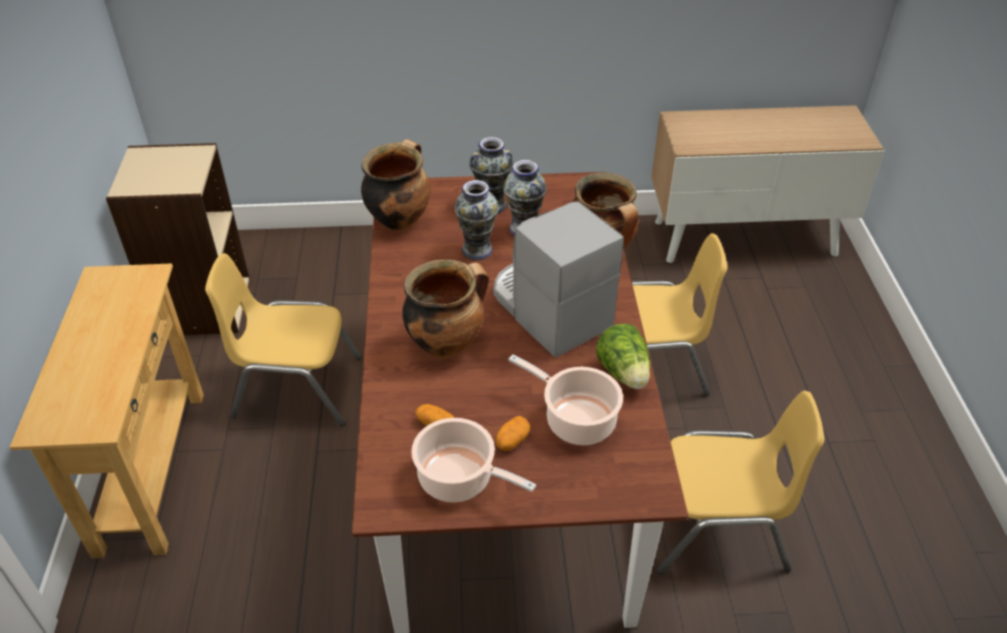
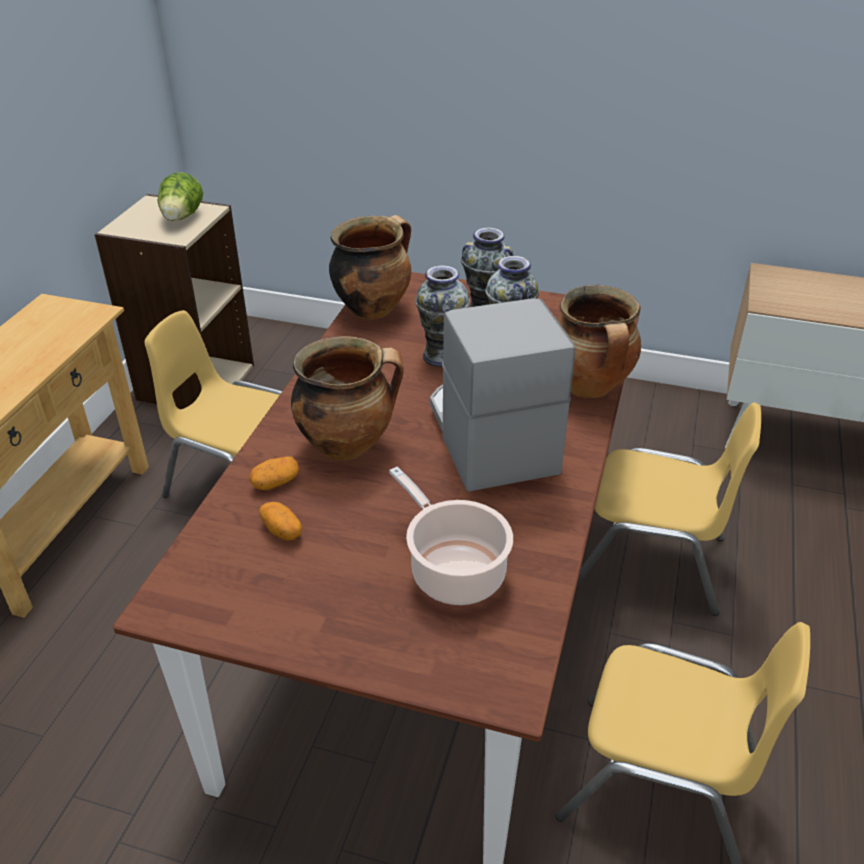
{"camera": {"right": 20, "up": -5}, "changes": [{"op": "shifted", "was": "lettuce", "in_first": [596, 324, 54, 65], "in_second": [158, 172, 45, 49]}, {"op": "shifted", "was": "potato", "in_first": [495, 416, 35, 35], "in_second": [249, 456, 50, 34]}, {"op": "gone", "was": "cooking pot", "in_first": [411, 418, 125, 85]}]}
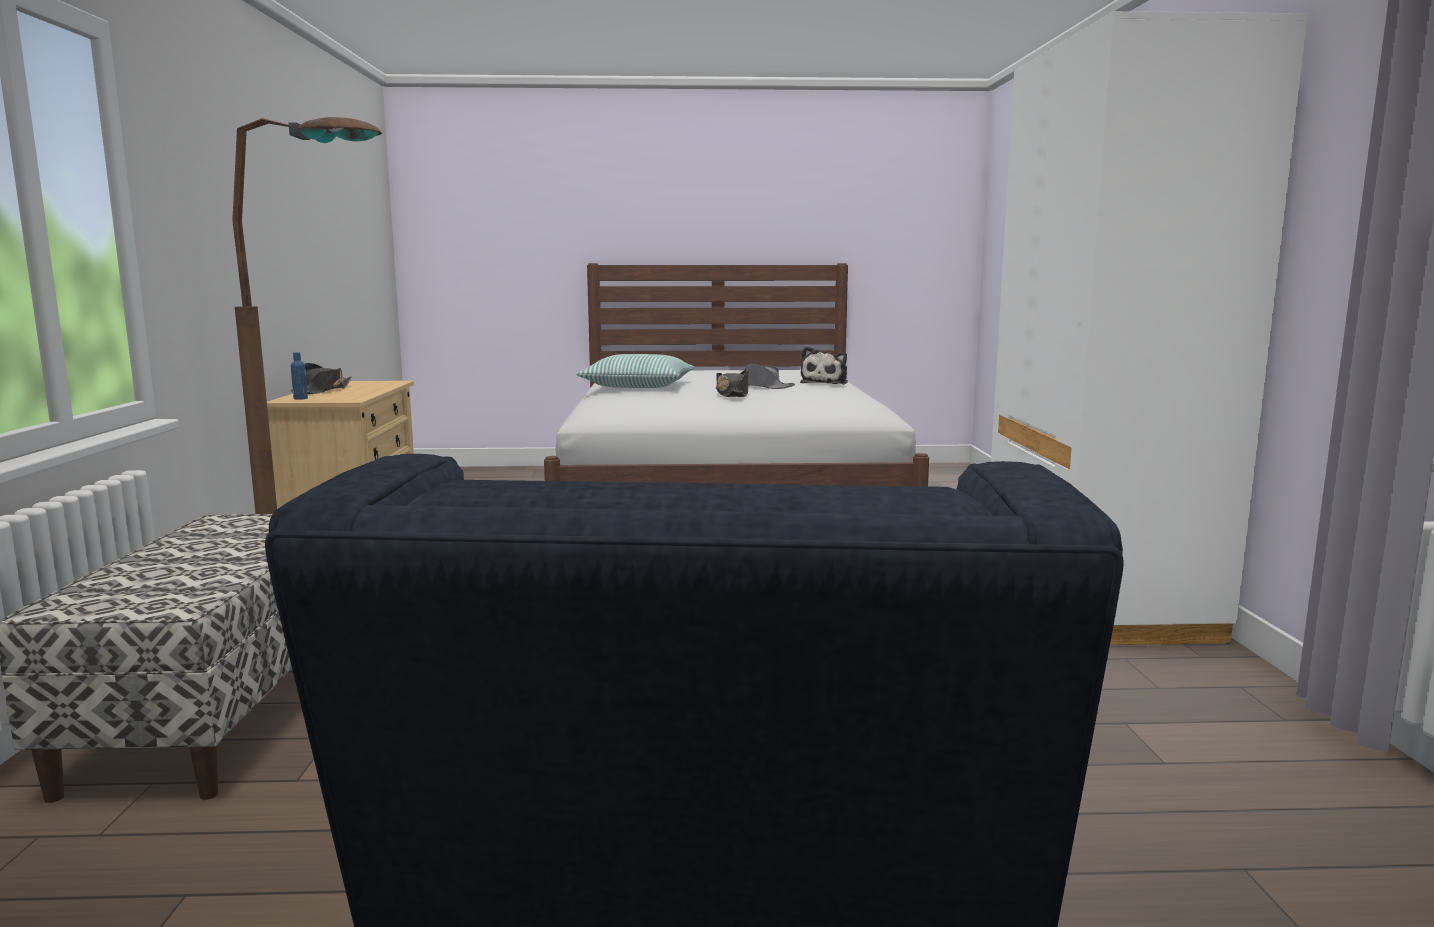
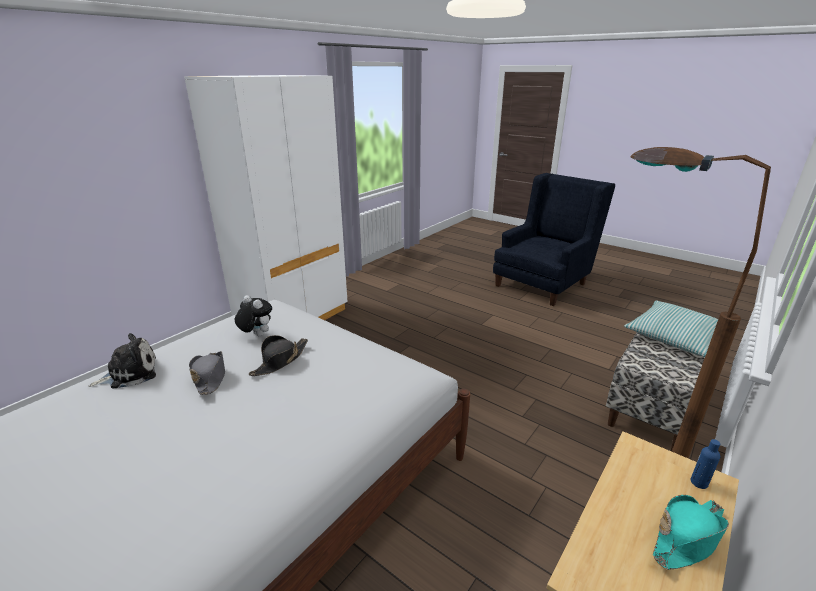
{"camera": {"right": -140, "up": 15}, "changes": [{"op": "new", "now": "plush toy", "in_second": [235, 295, 37, 42]}, {"op": "shifted", "was": "pillow", "in_first": [576, 354, 119, 34], "in_second": [624, 301, 94, 56]}, {"op": "repainted", "was": "hat/black", "now": "hat/turquoise", "in_first": [290, 363, 62, 31], "in_second": [653, 495, 76, 74]}]}
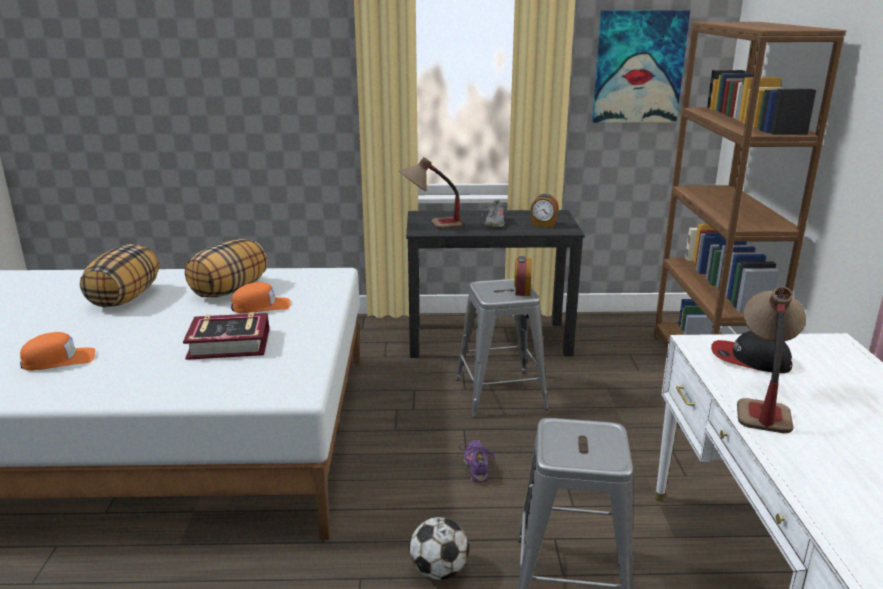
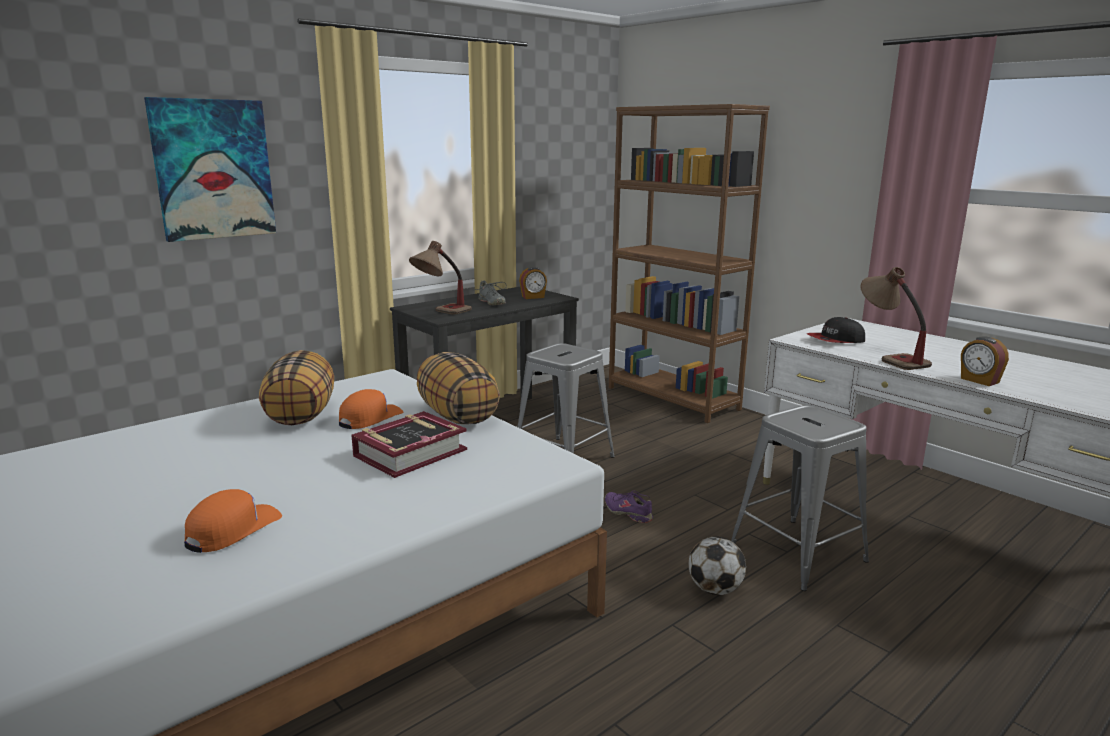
{"camera": {"right": -40, "up": -5}, "changes": [{"op": "shifted", "was": "picture", "in_first": [592, 10, 98, 113], "in_second": [144, 97, 132, 145]}, {"op": "shifted", "was": "pillow", "in_first": [80, 244, 79, 63], "in_second": [417, 352, 83, 72]}, {"op": "shifted", "was": "alarm clock", "in_first": [514, 256, 18, 40], "in_second": [961, 337, 48, 49]}]}
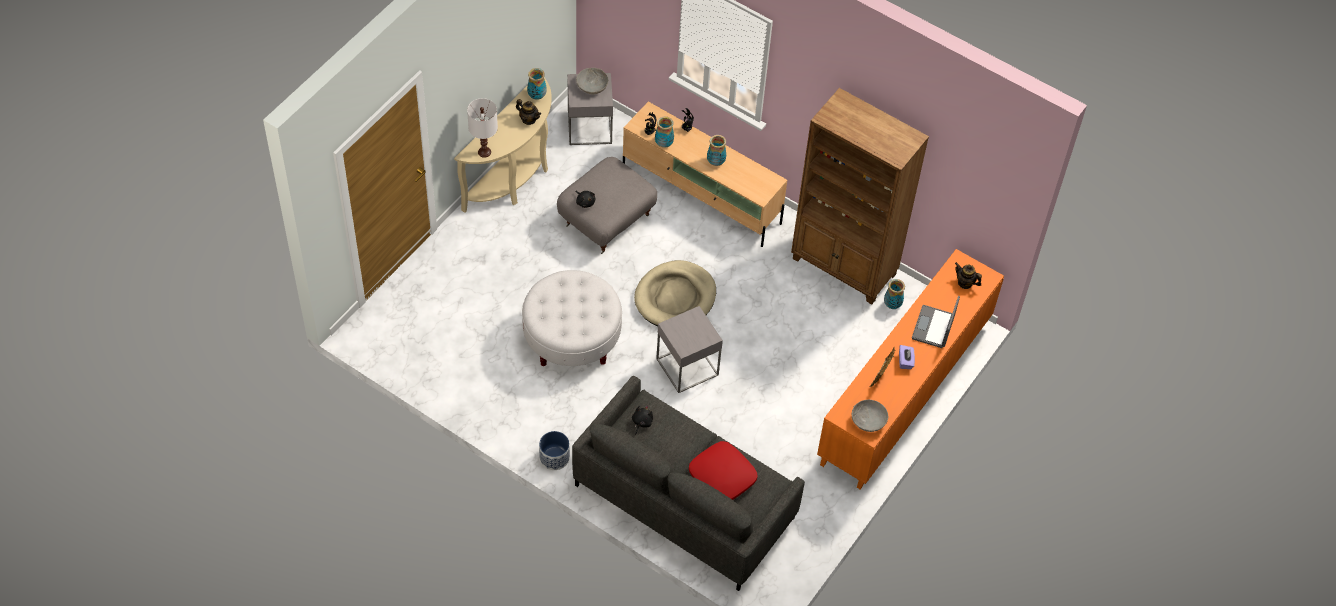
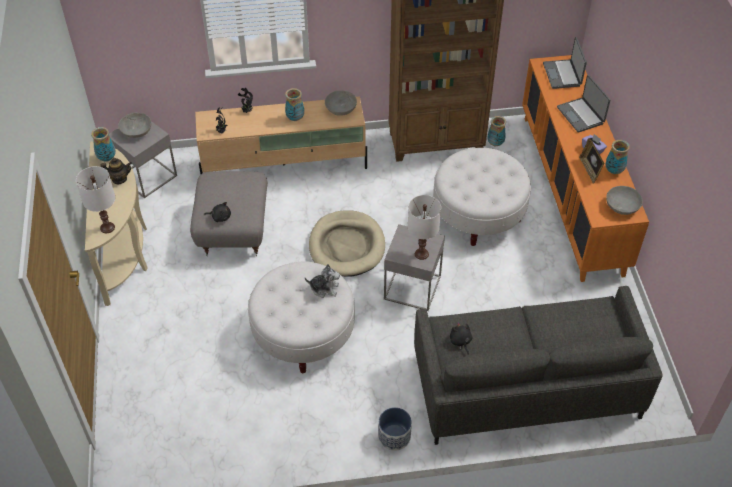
{"camera": {"right": -40, "up": -5}, "changes": [{"op": "new", "now": "plush toy", "in_second": [305, 264, 35, 34]}, {"op": "new", "now": "bowl/grey", "in_second": [325, 90, 32, 26]}, {"op": "new", "now": "table lamp/white", "in_second": [408, 195, 33, 65]}, {"op": "new", "now": "ottoman/white", "in_second": [433, 148, 98, 98]}, {"op": "swapped", "was": "teapot", "now": "laptop", "in_first": [955, 262, 27, 27], "in_second": [543, 37, 44, 52]}, {"op": "shifted", "was": "vase", "in_first": [655, 116, 19, 32], "in_second": [605, 140, 25, 34]}, {"op": "gone", "was": "pillow/red", "in_first": [689, 441, 69, 59]}]}
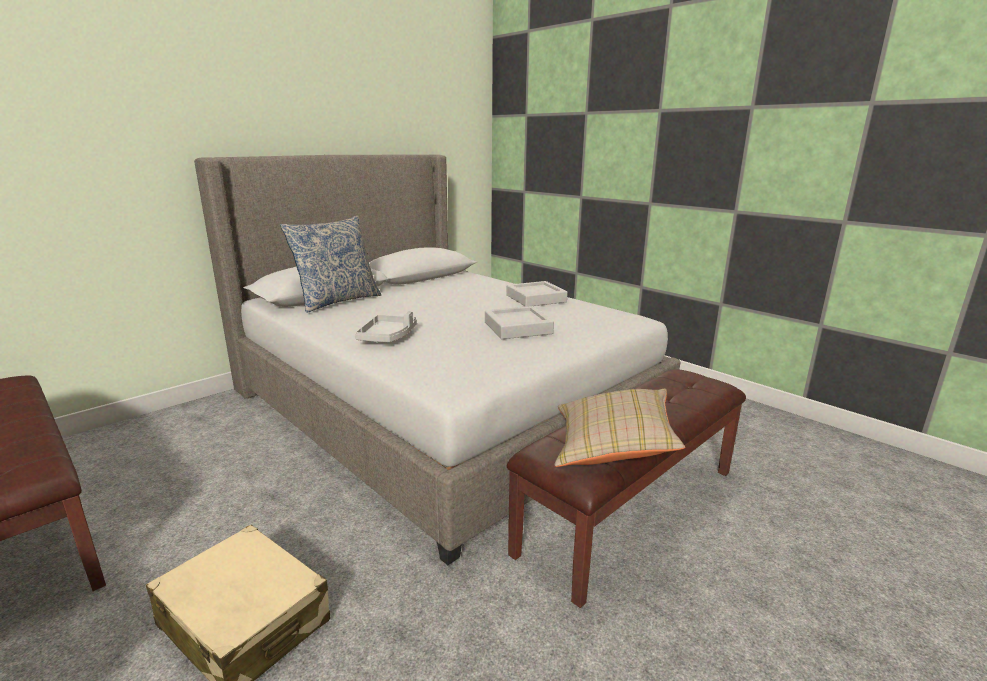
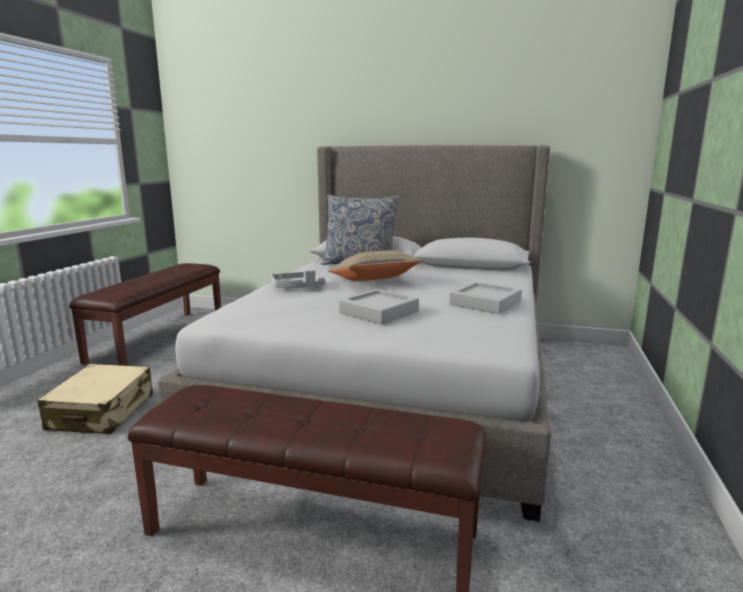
{"camera": {"right": 60, "up": -5}, "changes": [{"op": "shifted", "was": "pillow/beige", "in_first": [554, 389, 131, 78], "in_second": [328, 250, 95, 31]}]}
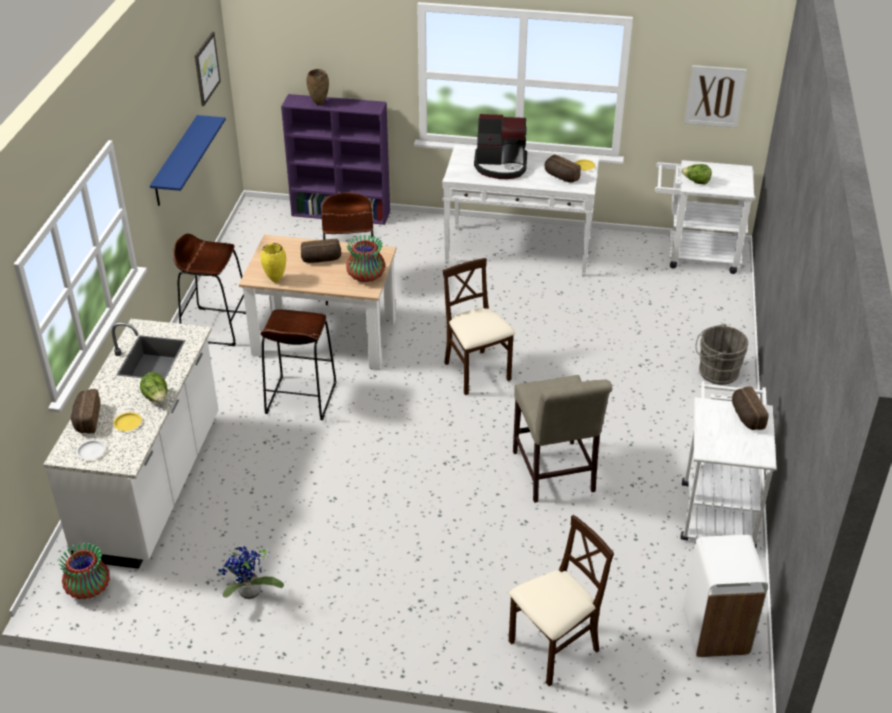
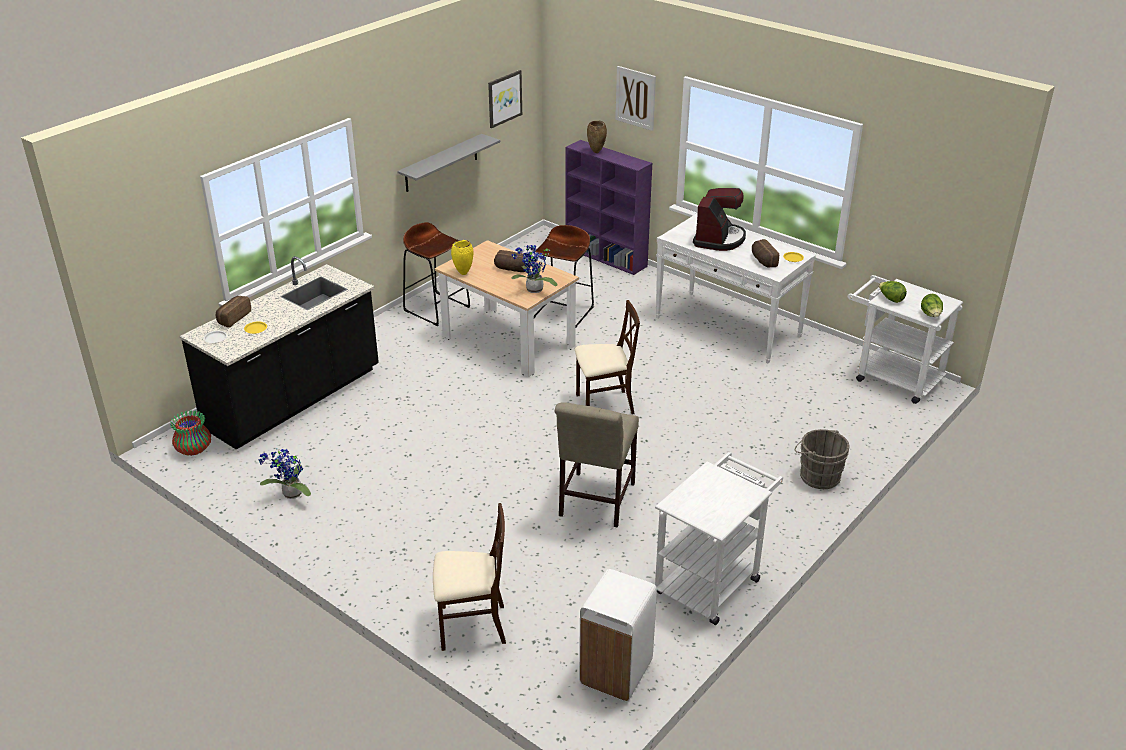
{"camera": {"right": 30, "up": -5}, "changes": [{"op": "repainted", "was": "counter/white", "now": "counter/black", "in_first": [43, 319, 176, 250], "in_second": [180, 256, 199, 194]}, {"op": "repainted", "was": "shelf/blue", "now": "shelf/grey", "in_first": [150, 115, 76, 91], "in_second": [397, 134, 103, 58]}, {"op": "swapped", "was": "vase", "now": "potted plant", "in_first": [346, 235, 39, 47], "in_second": [511, 245, 46, 48]}, {"op": "rotated", "was": "chair/beige", "in_first": [443, 258, 72, 137], "in_second": [575, 300, 65, 115], "clockwise": 75}, {"op": "shifted", "was": "picture", "in_first": [684, 65, 62, 63], "in_second": [615, 66, 41, 65]}, {"op": "rotated", "was": "coffee machine", "in_first": [474, 114, 53, 65], "in_second": [693, 188, 53, 63], "clockwise": -105}, {"op": "shifted", "was": "lettuce", "in_first": [140, 372, 27, 31], "in_second": [921, 294, 22, 23]}, {"op": "gone", "was": "stool/brown", "in_first": [261, 310, 75, 110]}, {"op": "gone", "was": "bread", "in_first": [732, 386, 37, 44]}]}
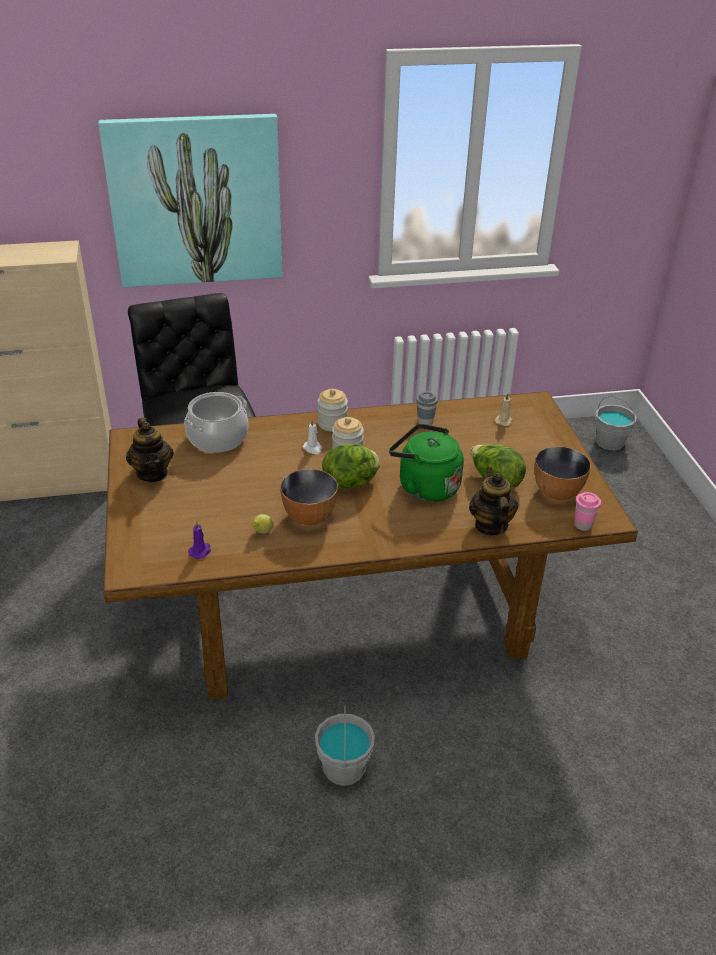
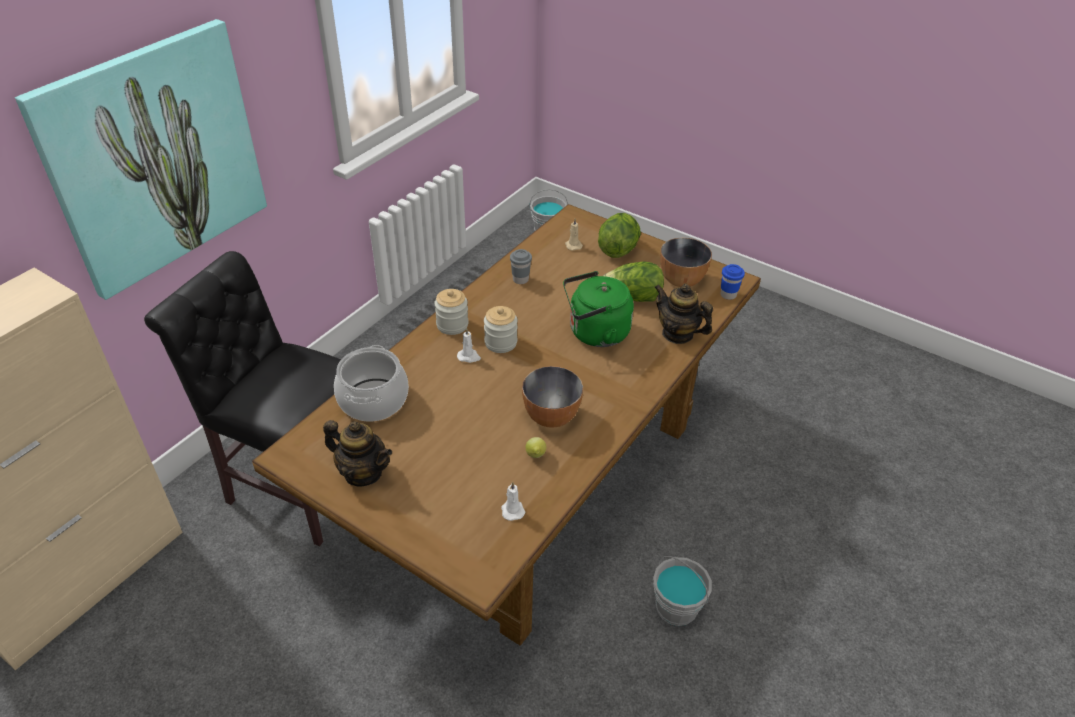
{"camera": {"right": -45, "up": 5}, "changes": [{"op": "repainted", "was": "candle/purple", "now": "candle/white", "in_first": [188, 521, 23, 38], "in_second": [501, 482, 24, 39]}, {"op": "shifted", "was": "lettuce", "in_first": [322, 444, 58, 45], "in_second": [598, 213, 43, 45]}, {"op": "repainted", "was": "cup/pink", "now": "cup/blue", "in_first": [574, 492, 27, 39], "in_second": [721, 264, 24, 36]}]}
